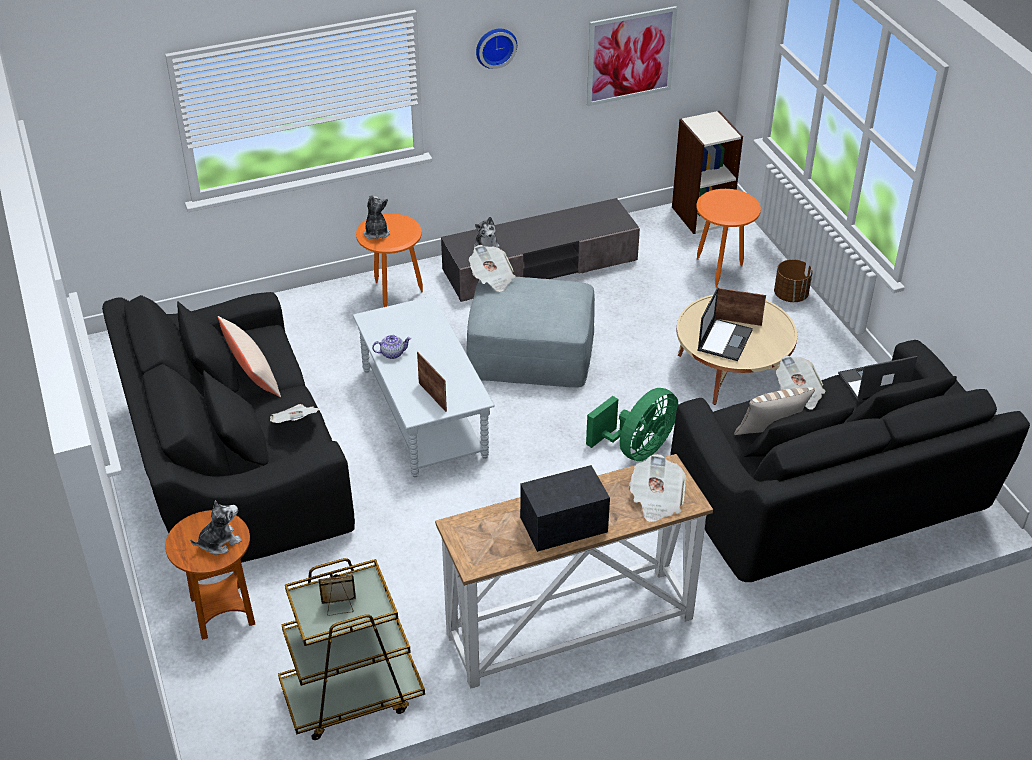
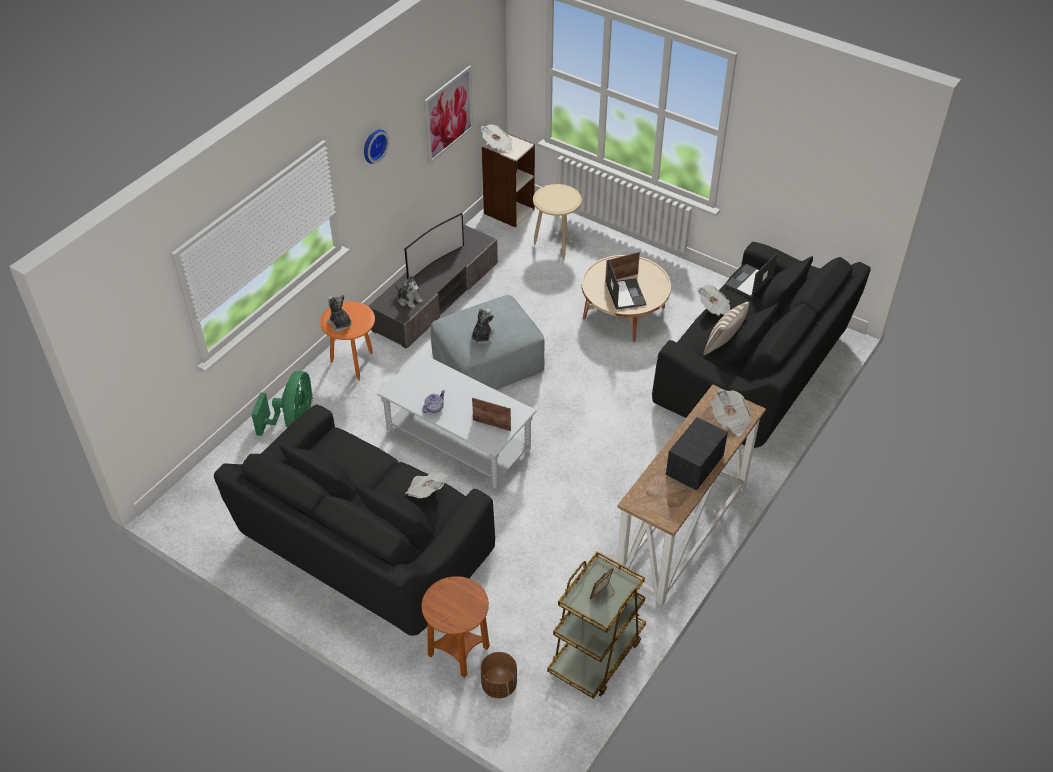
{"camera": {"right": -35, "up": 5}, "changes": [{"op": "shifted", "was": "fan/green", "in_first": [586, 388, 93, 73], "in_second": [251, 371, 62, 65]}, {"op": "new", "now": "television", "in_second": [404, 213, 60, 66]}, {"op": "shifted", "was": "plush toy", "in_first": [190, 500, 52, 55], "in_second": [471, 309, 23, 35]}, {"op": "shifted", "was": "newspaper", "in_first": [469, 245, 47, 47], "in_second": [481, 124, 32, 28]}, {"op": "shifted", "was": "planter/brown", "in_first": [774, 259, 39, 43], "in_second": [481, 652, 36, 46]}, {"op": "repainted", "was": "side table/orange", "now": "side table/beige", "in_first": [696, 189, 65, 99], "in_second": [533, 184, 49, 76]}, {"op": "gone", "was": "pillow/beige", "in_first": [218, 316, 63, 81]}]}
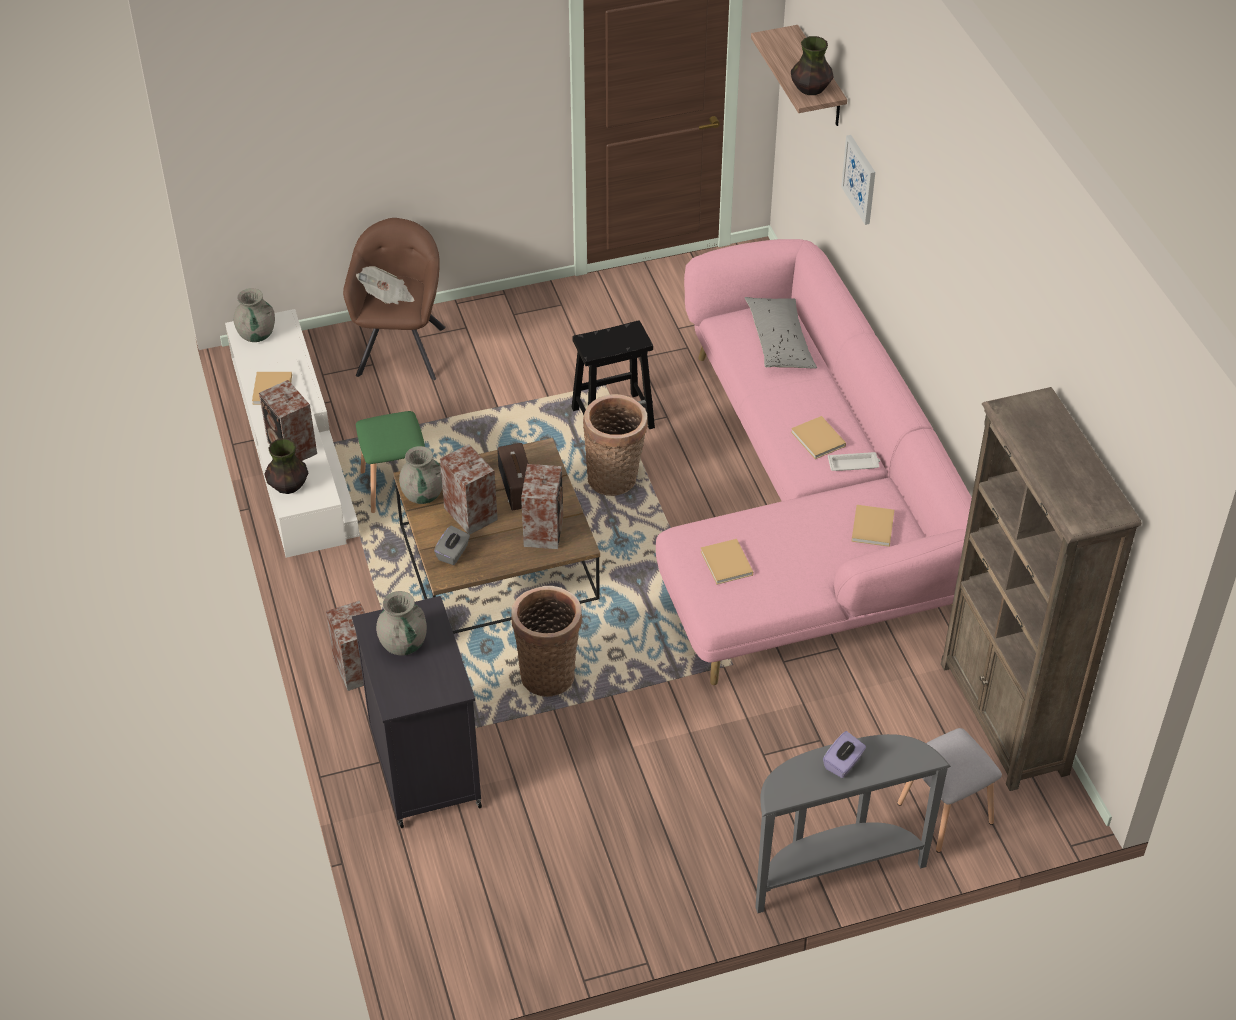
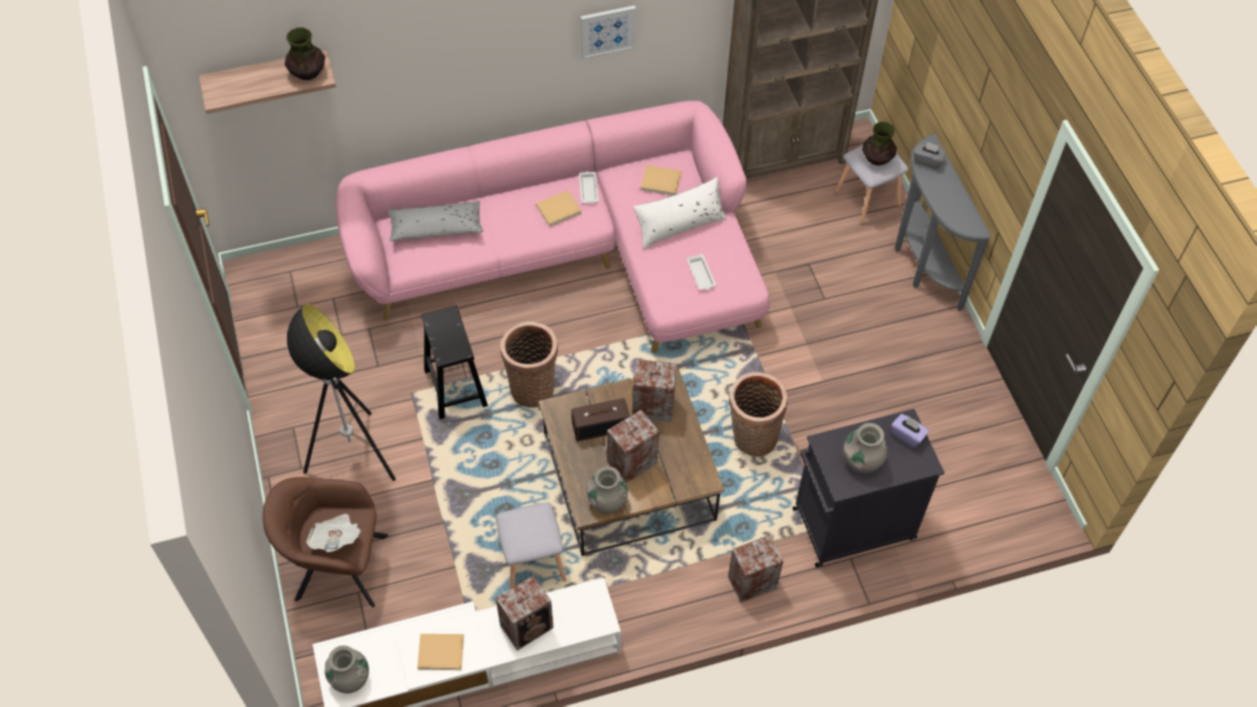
{"camera": {"right": -90, "up": 10}, "changes": [{"op": "new", "now": "floor lamp", "in_second": [287, 304, 109, 177]}, {"op": "repainted", "was": "stool/green", "now": "stool/grey", "in_first": [356, 411, 69, 102], "in_second": [496, 502, 71, 87]}, {"op": "shifted", "was": "picture", "in_first": [841, 135, 34, 90], "in_second": [580, 5, 56, 55]}, {"op": "new", "now": "pillow/white", "in_second": [633, 177, 93, 72]}, {"op": "swapped", "was": "book/beige", "now": "tray/white", "in_first": [700, 539, 53, 45], "in_second": [687, 254, 29, 36]}, {"op": "shifted", "was": "vase", "in_first": [264, 438, 44, 56], "in_second": [862, 121, 35, 44]}, {"op": "shifted", "was": "tissue box/purple", "in_first": [823, 731, 43, 47], "in_second": [891, 414, 38, 34]}, {"op": "shifted", "was": "tissue box/grey", "in_first": [434, 525, 36, 40], "in_second": [914, 142, 32, 27]}]}
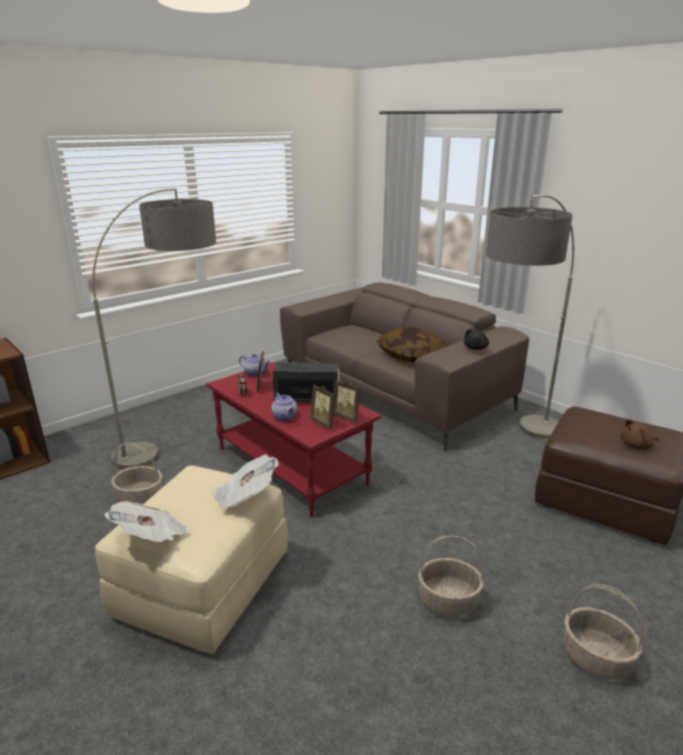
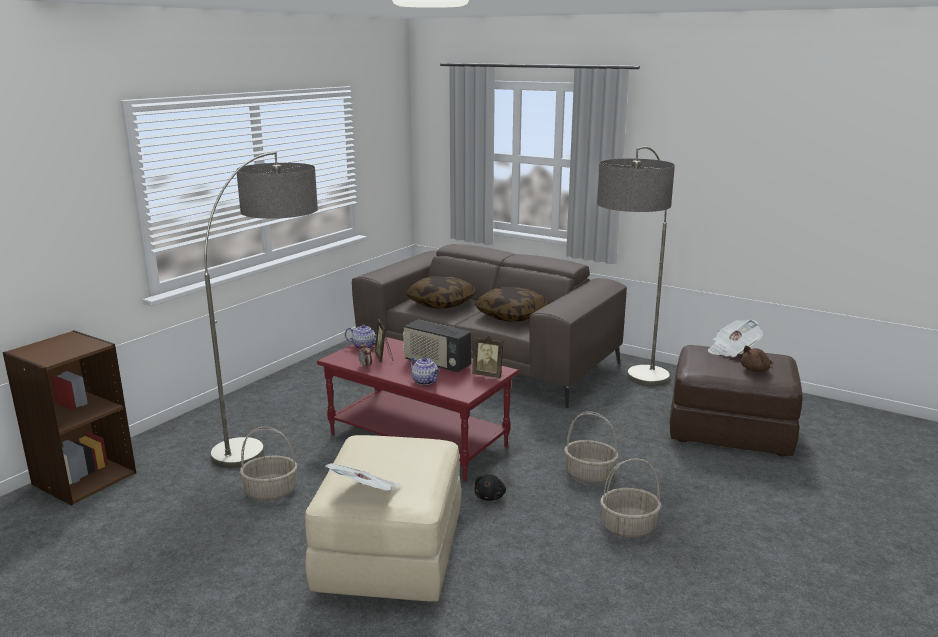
{"camera": {"right": -15, "up": -5}, "changes": [{"op": "rotated", "was": "radio", "in_first": [273, 362, 66, 41], "in_second": [403, 319, 68, 53], "clockwise": -135}, {"op": "new", "now": "pillow", "in_second": [406, 276, 71, 33]}, {"op": "shifted", "was": "plush toy/black", "in_first": [464, 329, 25, 21], "in_second": [474, 474, 32, 27]}, {"op": "shifted", "was": "basket", "in_first": [563, 584, 80, 96], "in_second": [564, 412, 55, 71]}, {"op": "shifted", "was": "newspaper", "in_first": [212, 454, 66, 57], "in_second": [708, 320, 55, 37]}, {"op": "gone", "was": "picture frame", "in_first": [310, 384, 28, 46]}]}
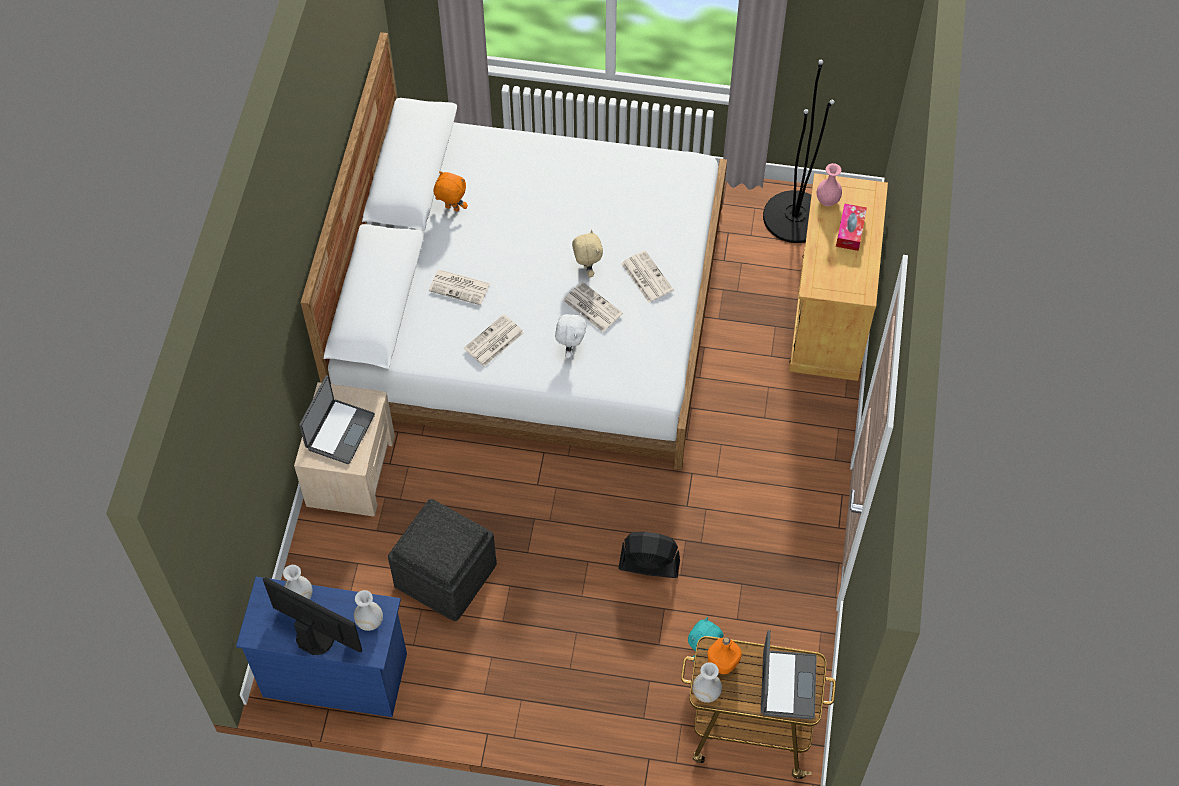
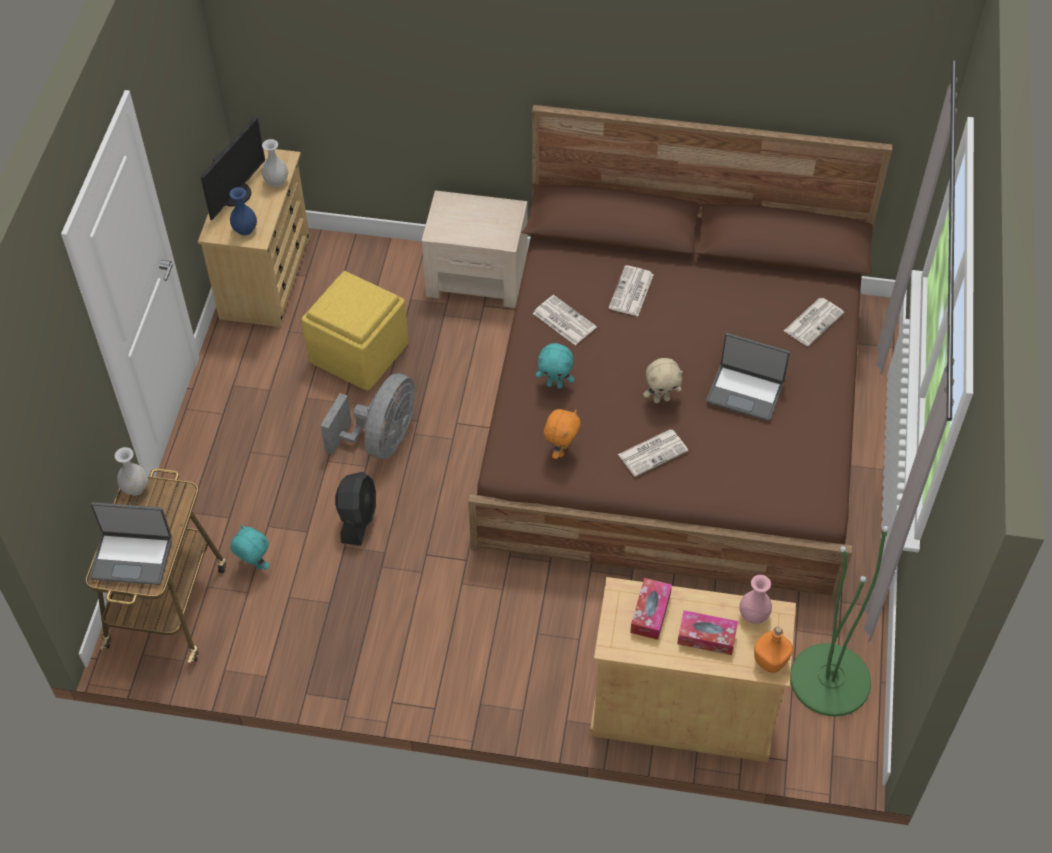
{"camera": {"right": 90, "up": -5}, "changes": [{"op": "repainted", "was": "dresser/blue", "now": "dresser/beige", "in_first": [236, 577, 171, 140], "in_second": [198, 149, 112, 178]}, {"op": "repainted", "was": "vase/white", "now": "vase/blue", "in_first": [354, 590, 29, 41], "in_second": [230, 187, 27, 48]}, {"op": "repainted", "was": "ottoman/grey", "now": "ottoman/yellow", "in_first": [388, 499, 109, 122], "in_second": [302, 271, 107, 119]}, {"op": "new", "now": "fan/grey", "in_second": [321, 373, 94, 86]}, {"op": "repainted", "was": "bed/white", "now": "bed/brown", "in_first": [301, 32, 426, 438], "in_second": [468, 105, 424, 496]}, {"op": "repainted", "was": "plush toy/white", "now": "plush toy/turquoise", "in_first": [555, 313, 31, 45], "in_second": [536, 343, 38, 46]}, {"op": "shifted", "was": "plush toy/orange", "in_first": [434, 171, 34, 41], "in_second": [544, 409, 37, 50]}, {"op": "new", "now": "tissue box", "in_second": [630, 578, 42, 62]}, {"op": "shifted", "was": "laptop", "in_first": [299, 375, 76, 89], "in_second": [706, 333, 84, 88]}, {"op": "shifted", "was": "bottle/orange", "in_first": [707, 637, 35, 37], "in_second": [754, 627, 39, 46]}, {"op": "shifted", "was": "newspaper", "in_first": [563, 282, 60, 50], "in_second": [784, 298, 60, 48]}, {"op": "repainted", "was": "floor lamp/black", "now": "floor lamp/green", "in_first": [763, 60, 71, 183], "in_second": [790, 526, 99, 191]}]}
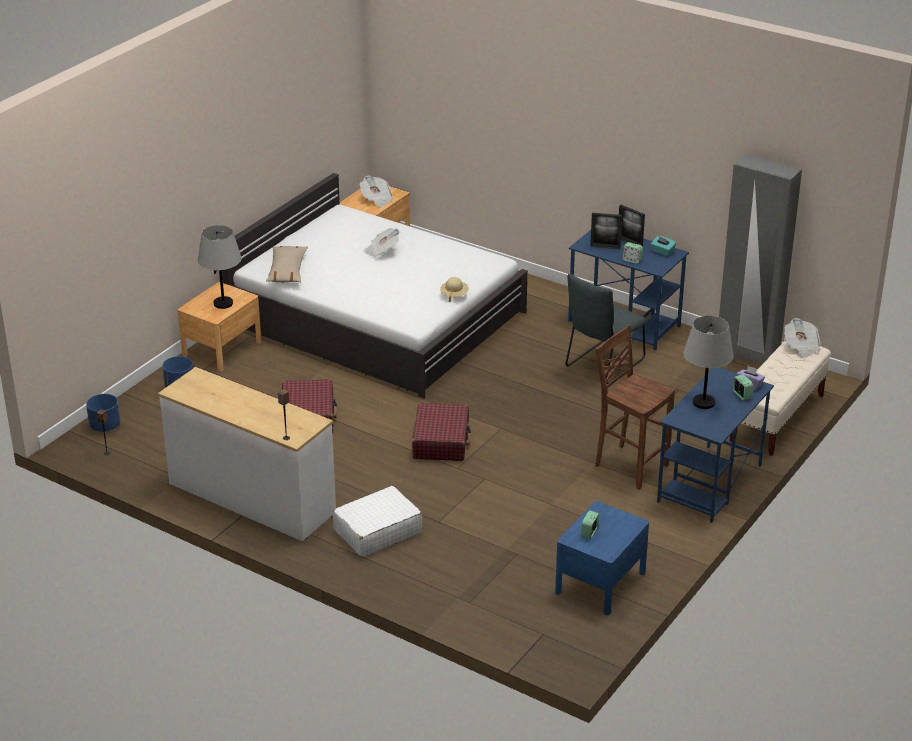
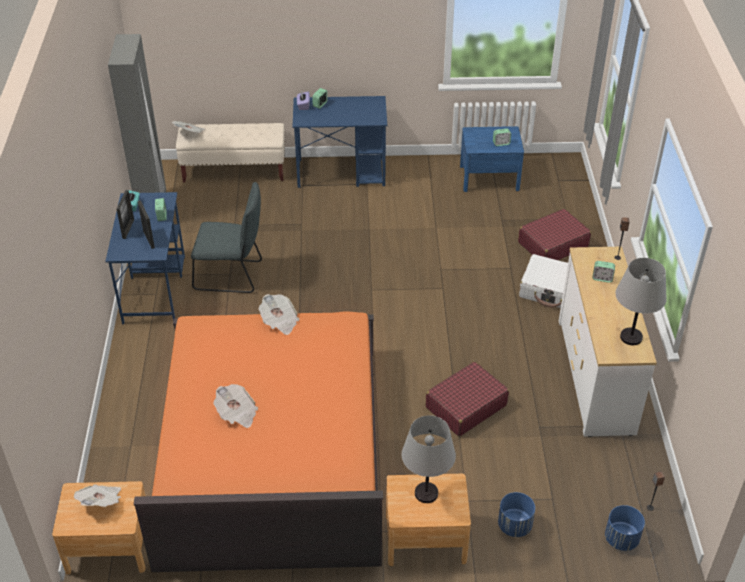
{"camera": {"right": -125, "up": 10}, "changes": [{"op": "repainted", "was": "bed/white", "now": "bed/orange", "in_first": [222, 173, 306, 226], "in_second": [134, 311, 249, 261]}, {"op": "swapped", "was": "hat/beige", "now": "newspaper", "in_first": [440, 277, 29, 25], "in_second": [259, 294, 41, 41]}, {"op": "shifted", "was": "suitcase/red", "in_first": [412, 403, 59, 58], "in_second": [518, 209, 73, 51]}, {"op": "new", "now": "alarm clock", "in_second": [593, 261, 22, 22]}, {"op": "shifted", "was": "table lamp/grey", "in_first": [683, 316, 50, 93], "in_second": [616, 258, 51, 87]}, {"op": "gone", "was": "pillow/beige", "in_first": [266, 246, 42, 37]}, {"op": "gone", "was": "stool/brown", "in_first": [595, 325, 80, 165]}]}
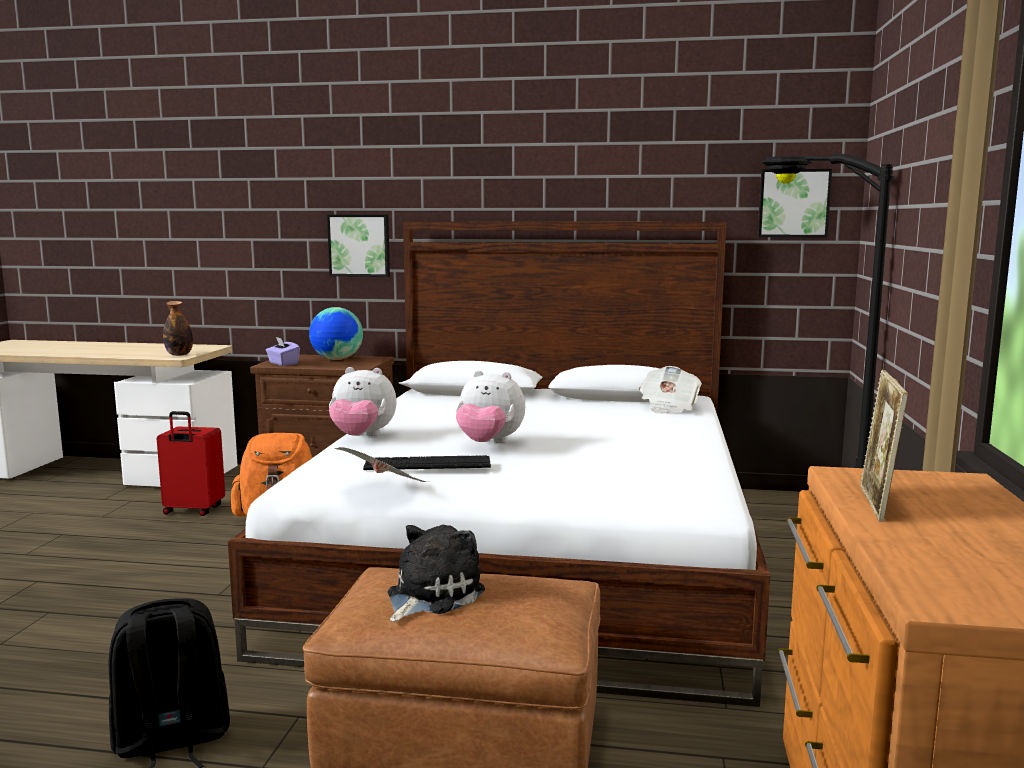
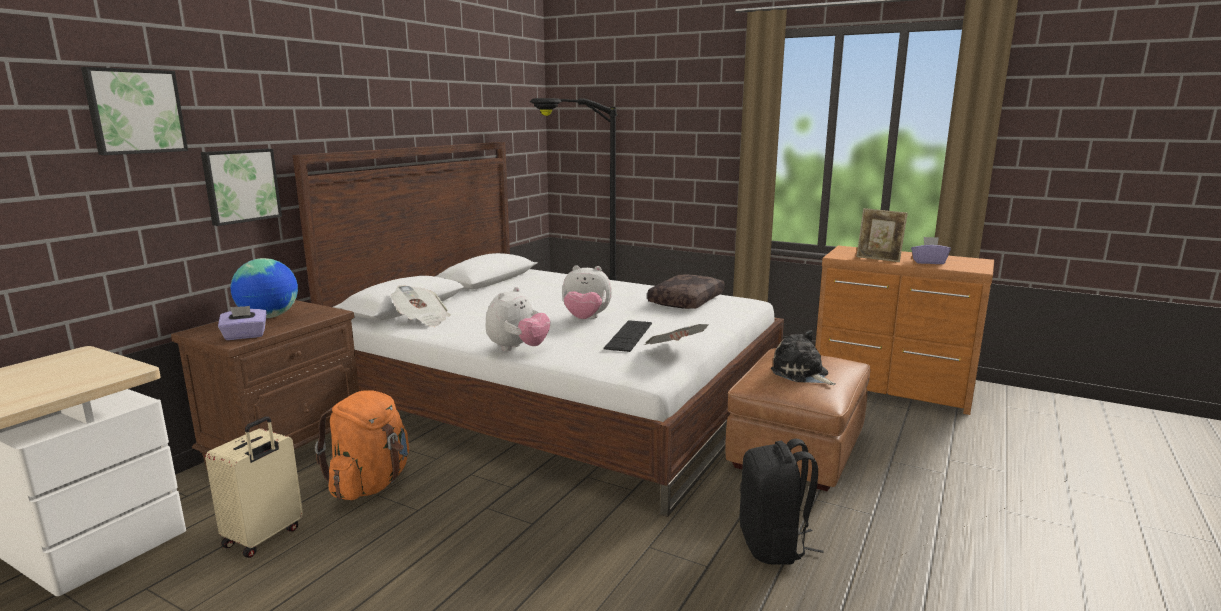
{"camera": {"right": -70, "up": 5}, "changes": [{"op": "shifted", "was": "picture", "in_first": [758, 169, 74, 68], "in_second": [81, 67, 107, 88]}, {"op": "repainted", "was": "suitcase/red", "now": "suitcase/beige", "in_first": [157, 411, 68, 105], "in_second": [205, 416, 98, 142]}, {"op": "shifted", "was": "newspaper", "in_first": [639, 366, 63, 48], "in_second": [390, 285, 60, 42]}, {"op": "rotated", "was": "plush toy", "in_first": [456, 370, 69, 73], "in_second": [562, 265, 50, 54], "clockwise": 60}, {"op": "new", "now": "pillow/brown", "in_second": [647, 274, 78, 35]}, {"op": "new", "now": "tissue box/purple", "in_second": [911, 237, 40, 27]}, {"op": "gone", "was": "bottle", "in_first": [163, 301, 30, 55]}]}
